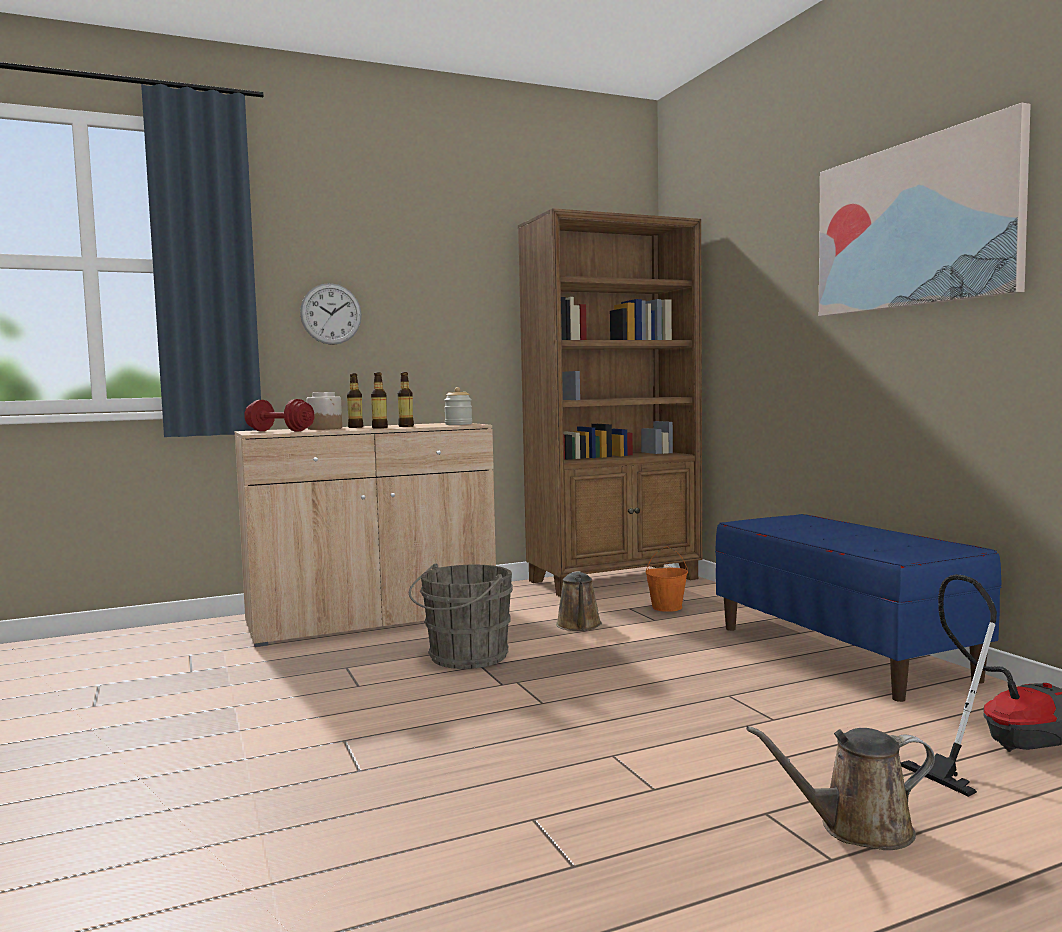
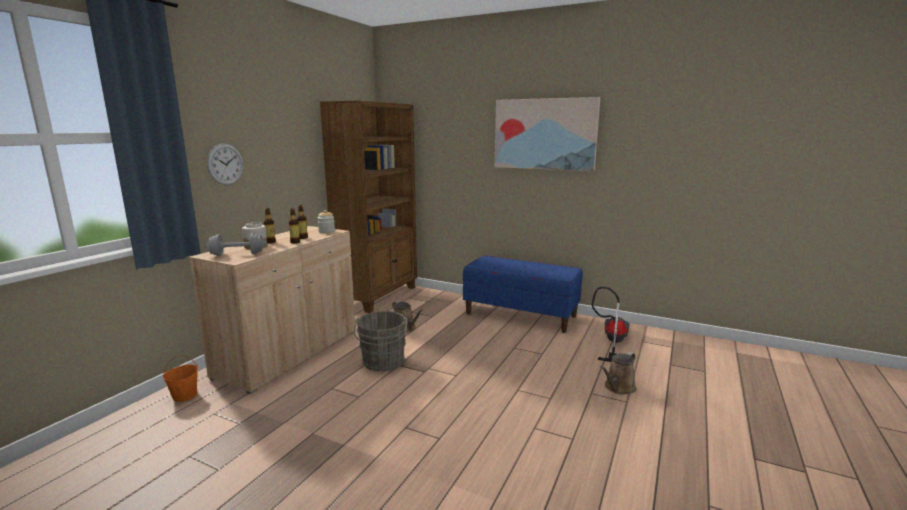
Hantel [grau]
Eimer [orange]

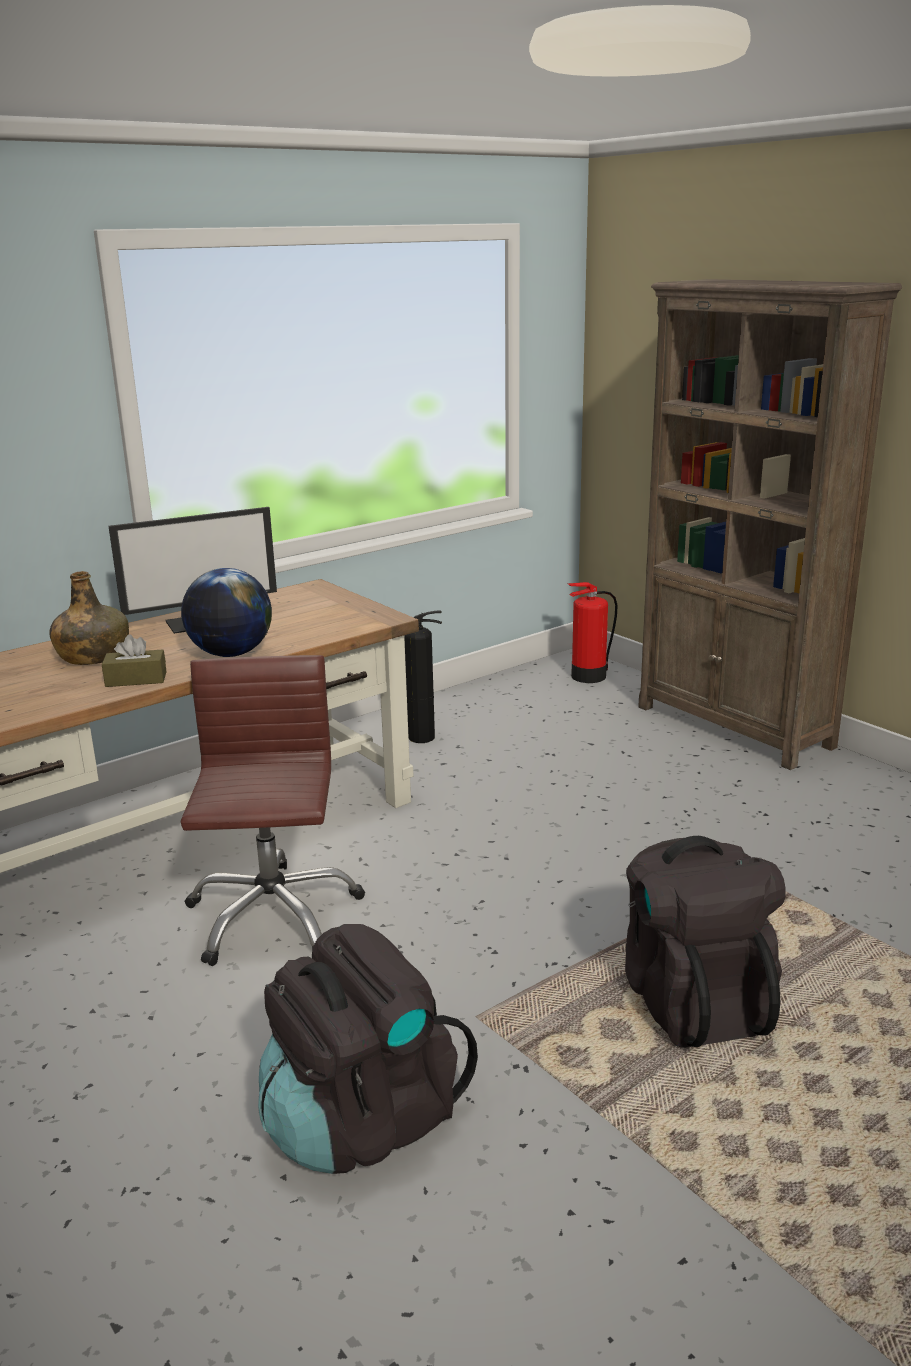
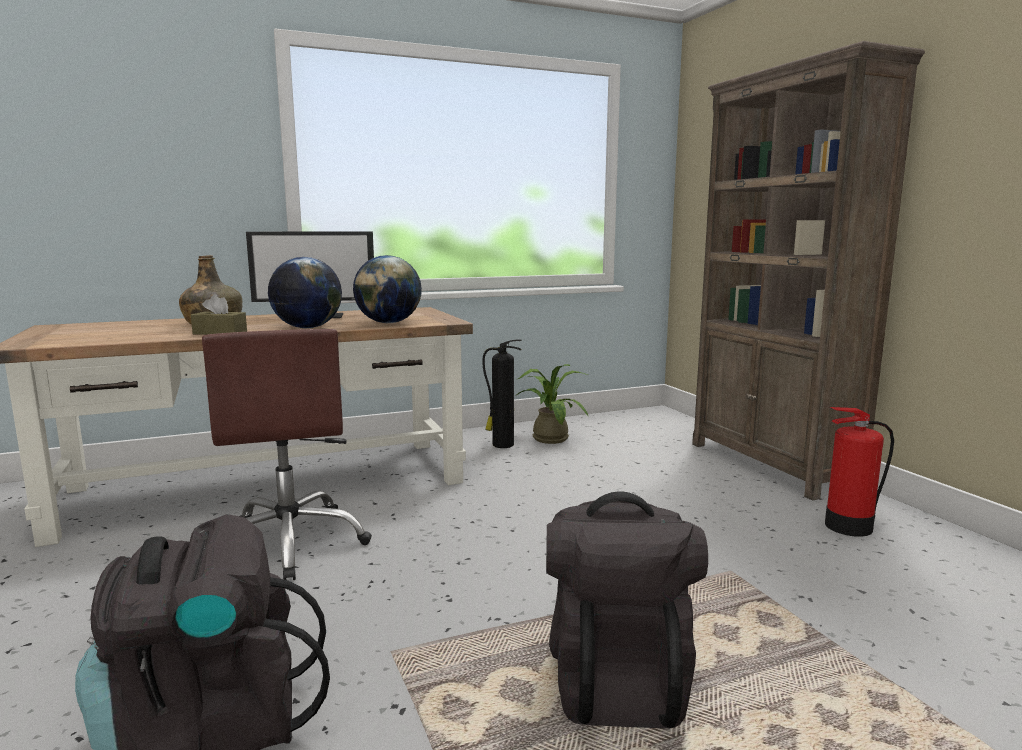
Feuerlöscher (no. 2 from left)
Bürostuhl [braun]
Globus (no. 2 from left)
Topfpflanze

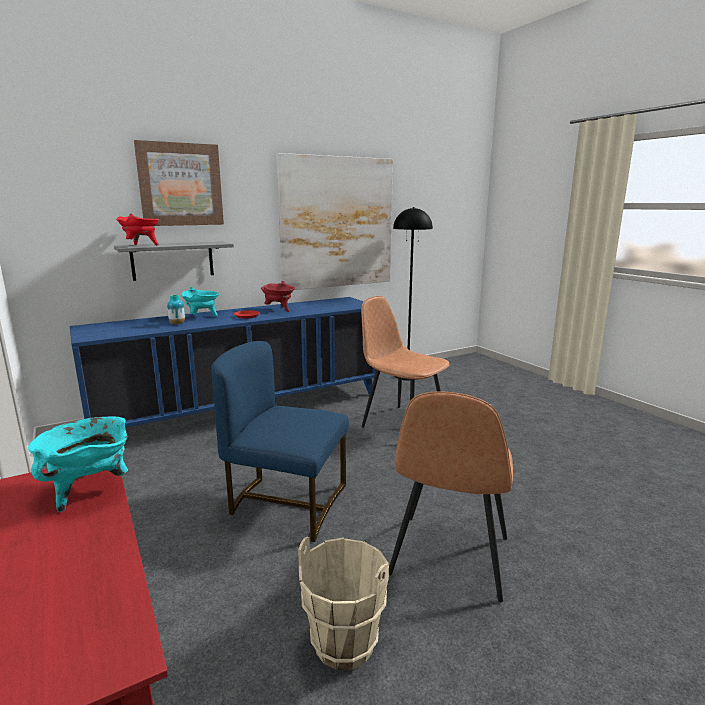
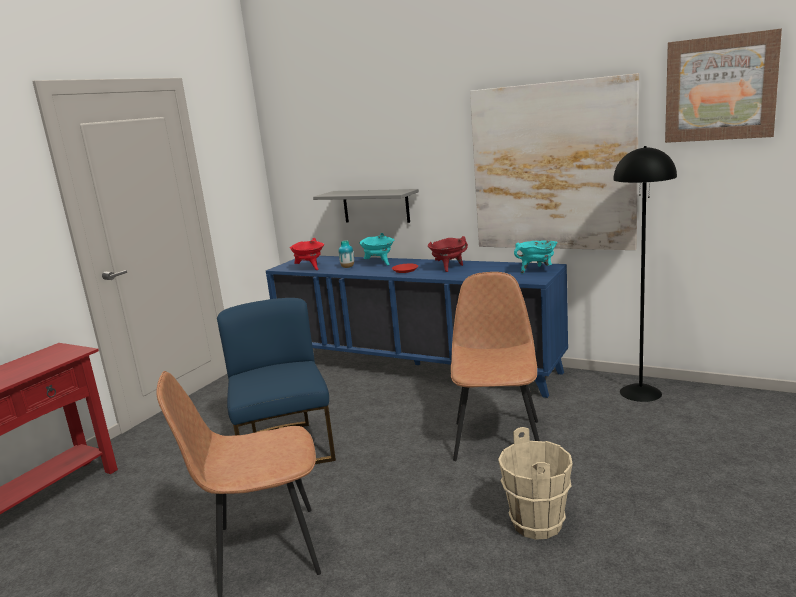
Bild (no. 2 from left)
Kochtopf [rot] (no. 1 from left)
Kochtopf [türkis] (no. 2 from left)
Eimer [beige]

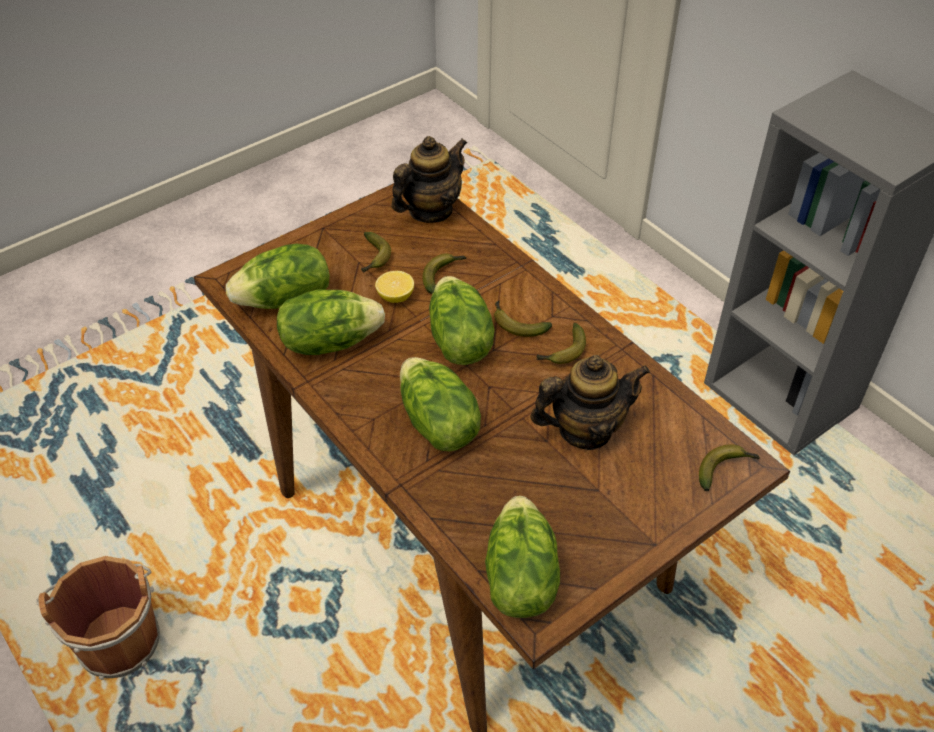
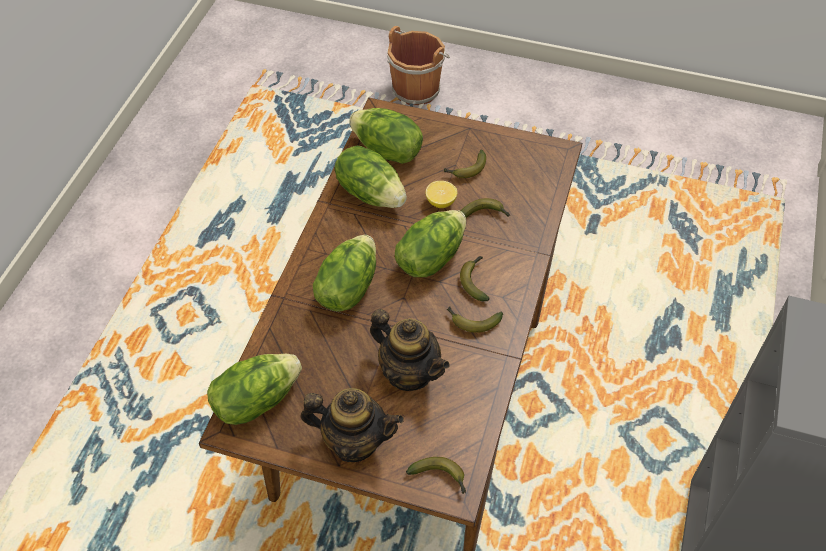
Teekanne (no. 1 from left)
Eimer [braun]

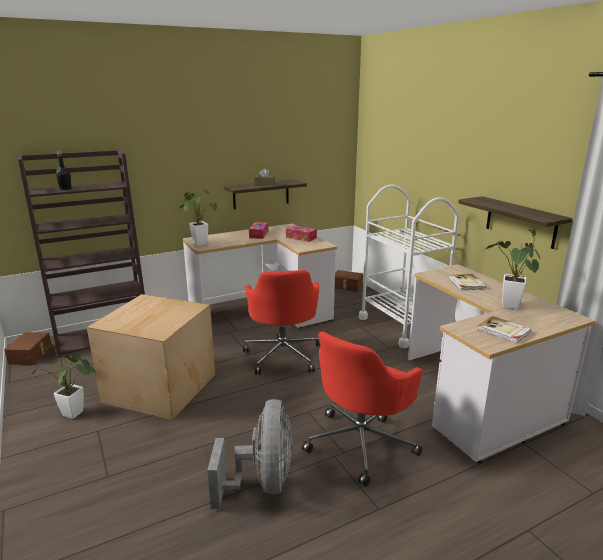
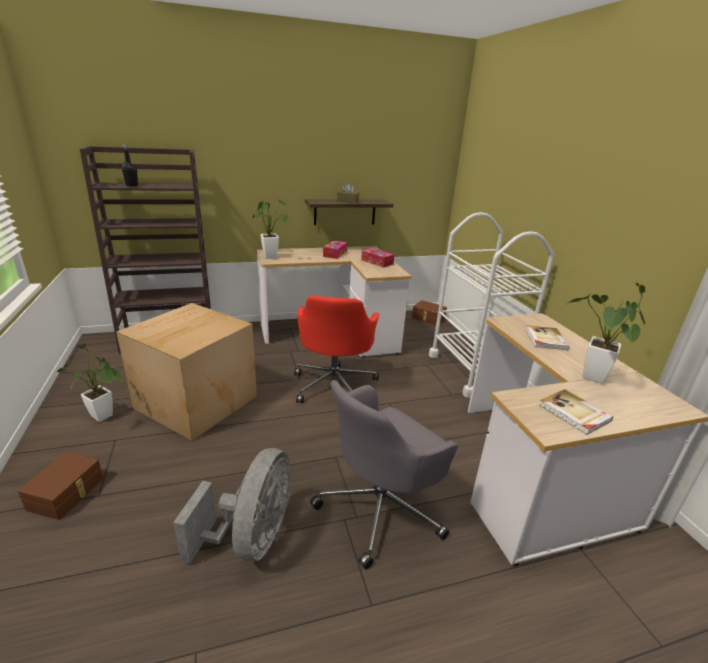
Wandregal (no. 2 from left in the first image)
Aufbewahrungsbox [braun] (no. 1 from left)
Bürostuhl [grau]

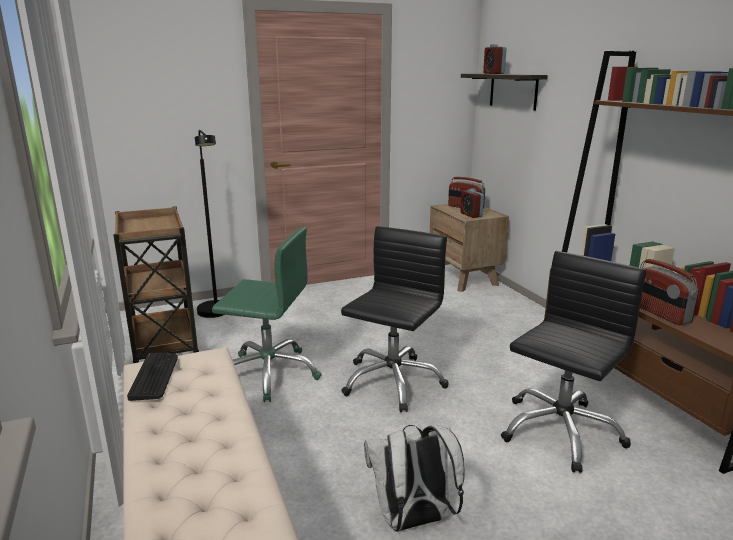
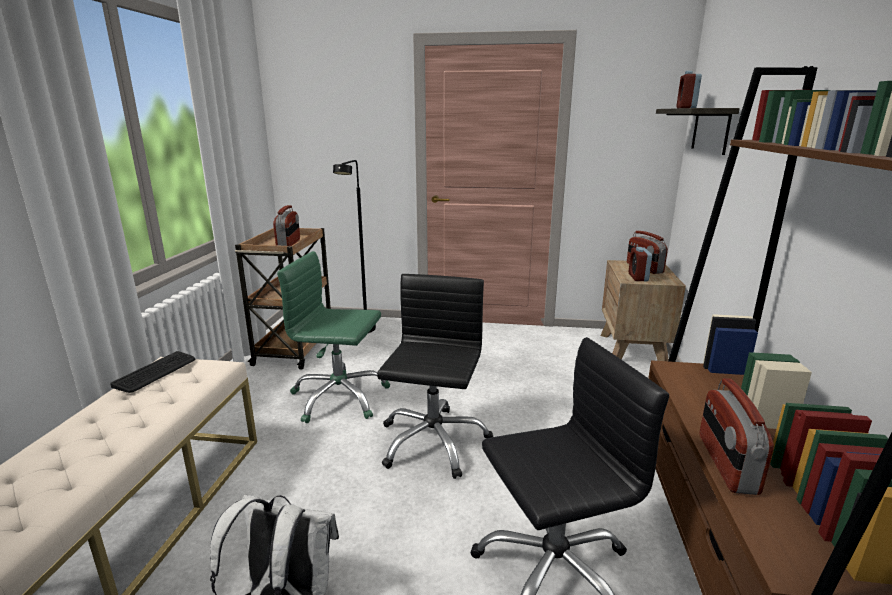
Bürostuhl [schwarz] (no. 1 from left)
Bürostuhl [grün]
Radio (no. 1 from left)

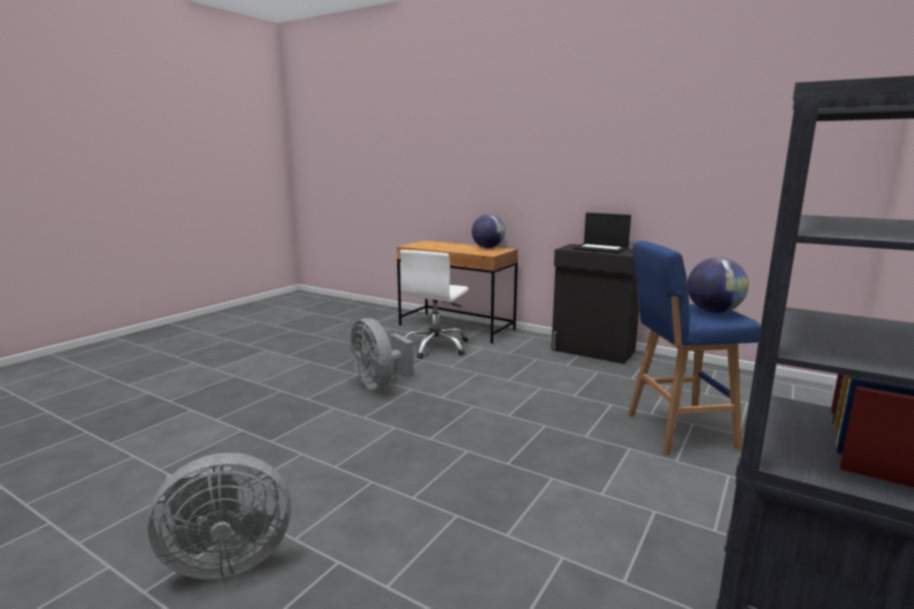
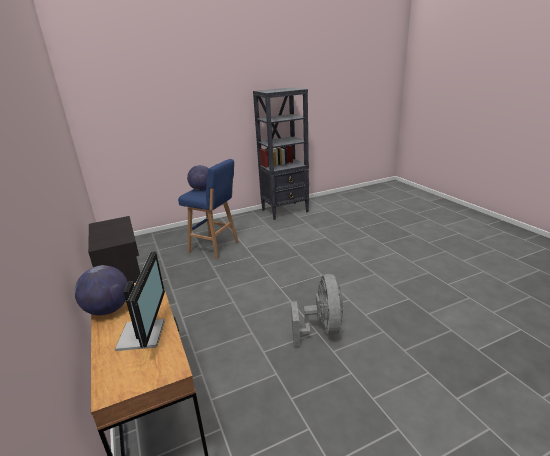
Laptop
Bürostuhl [weiß]
Ventilator [grau] (no. 1 from left in the first image)
Monitor

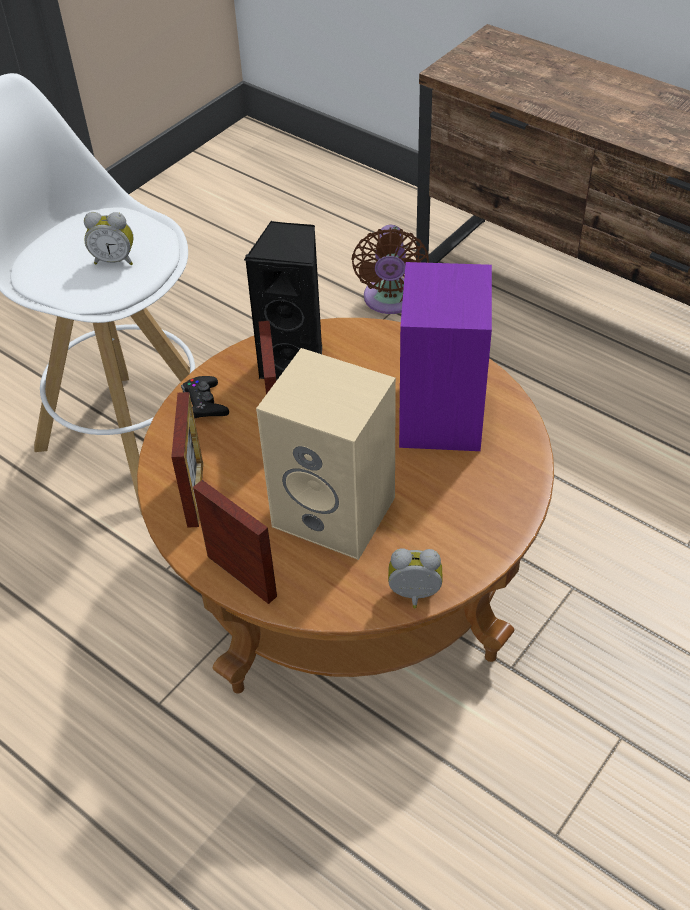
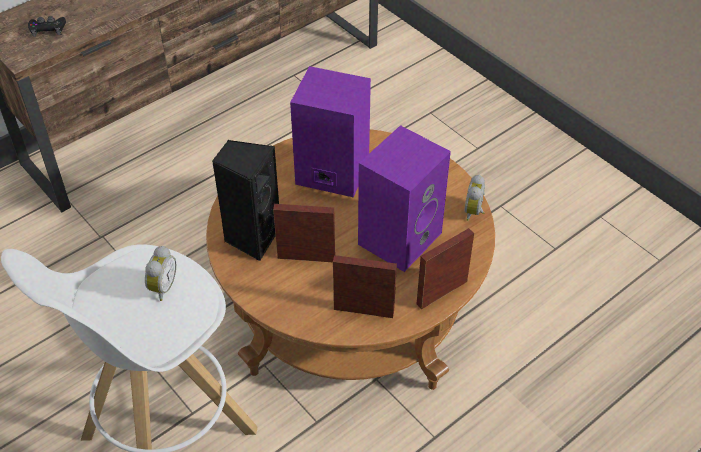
Ventilator [braun]
Lautsprecher [lila] (no. 2 from left)
Gamepad [schwarz]

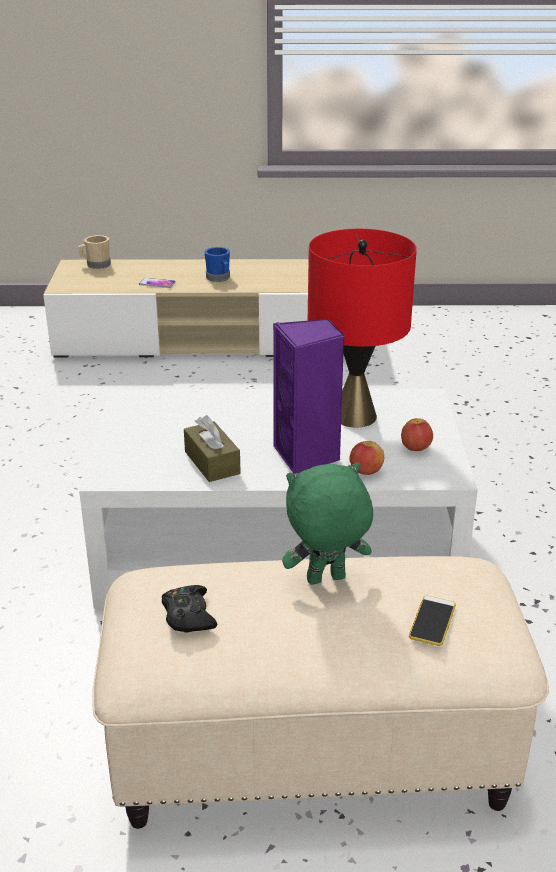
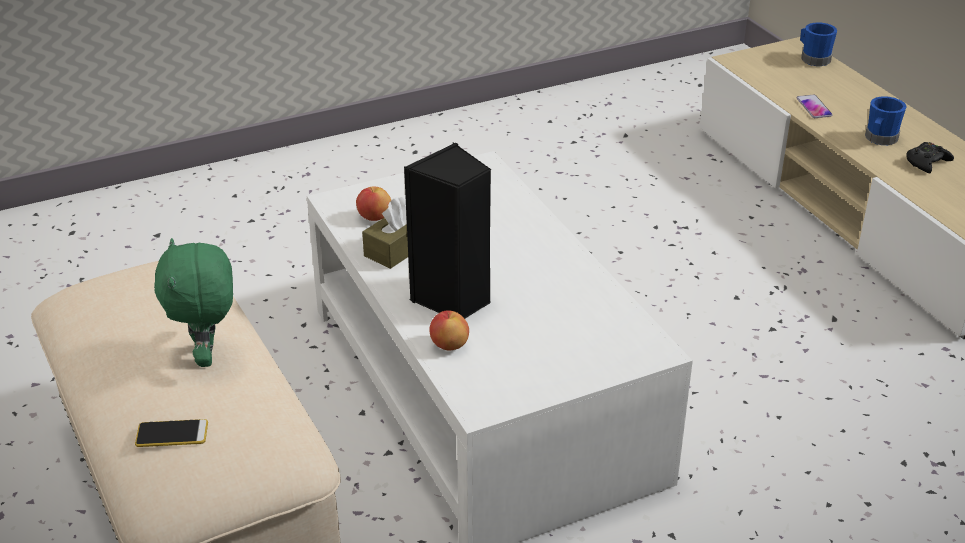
Tischlampe [rot]
Henkelbecher [blau] (no. 1 from left)
Lautsprecher [schwarz]
Apfel (no. 1 from left)
Plüschtier [grün]
Gamepad [schwarz]

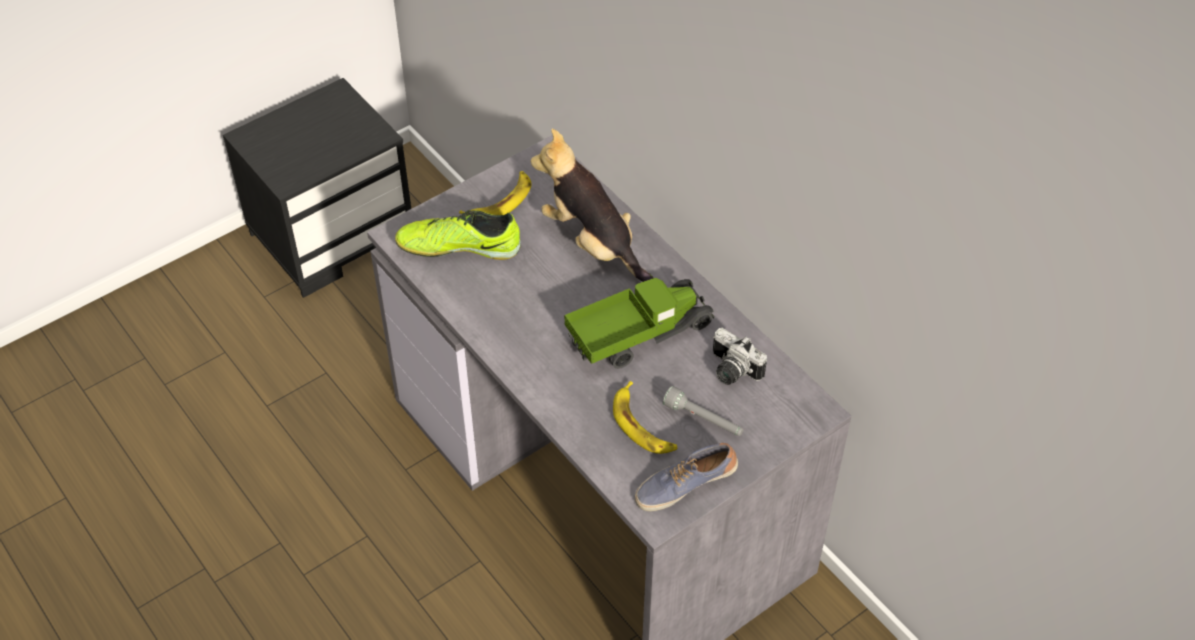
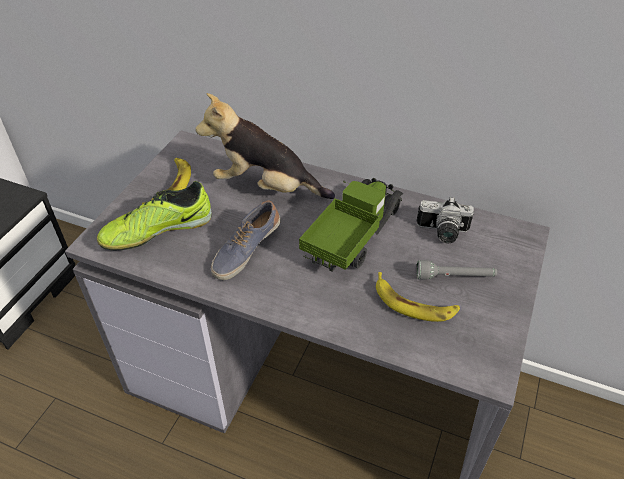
Schuh (no. 2 from left)

